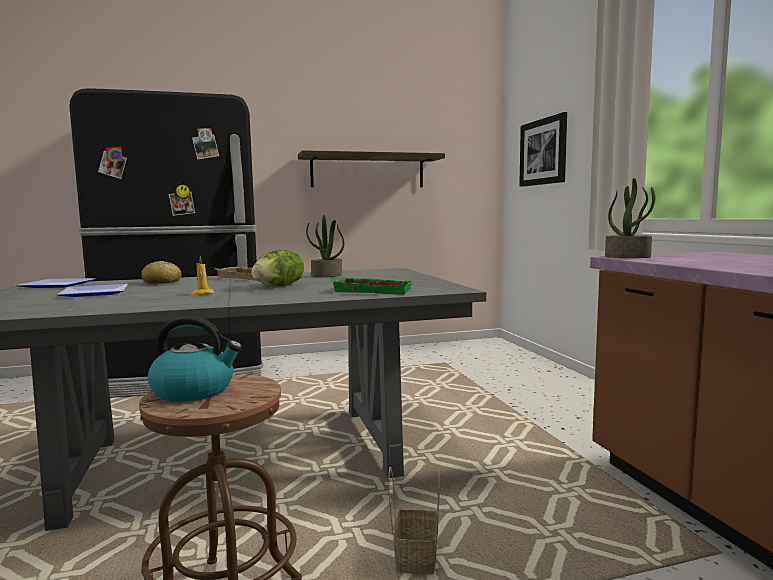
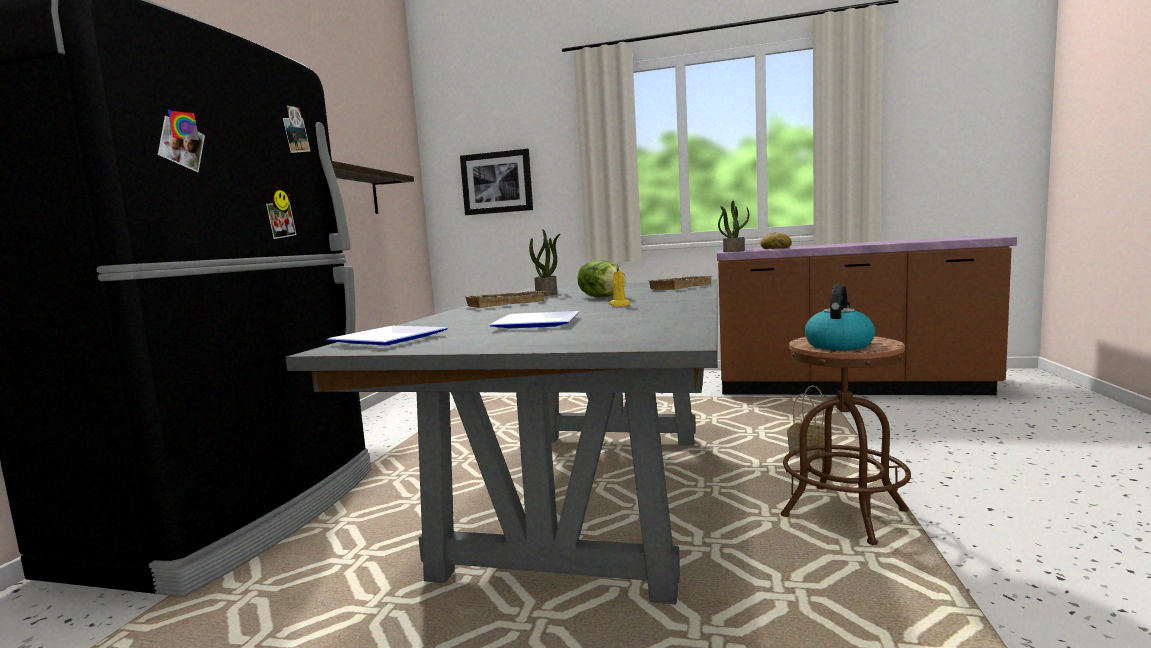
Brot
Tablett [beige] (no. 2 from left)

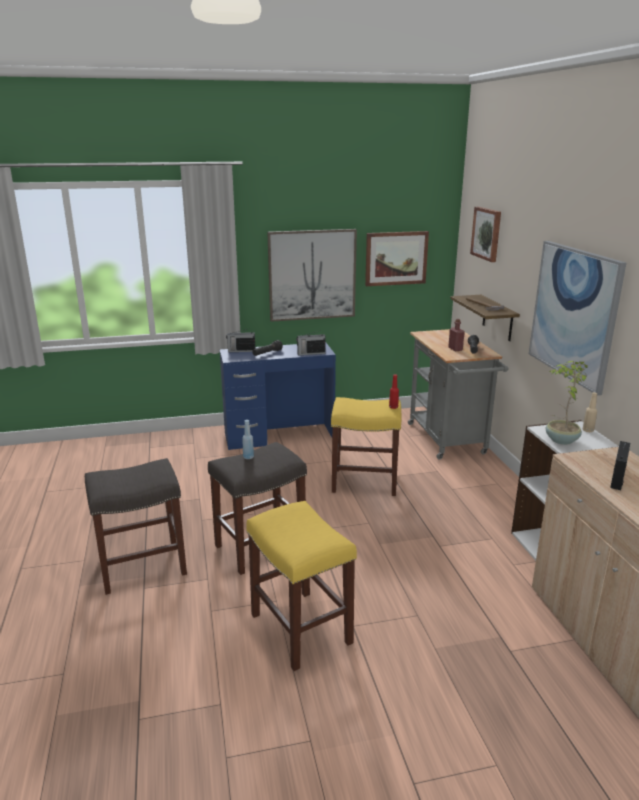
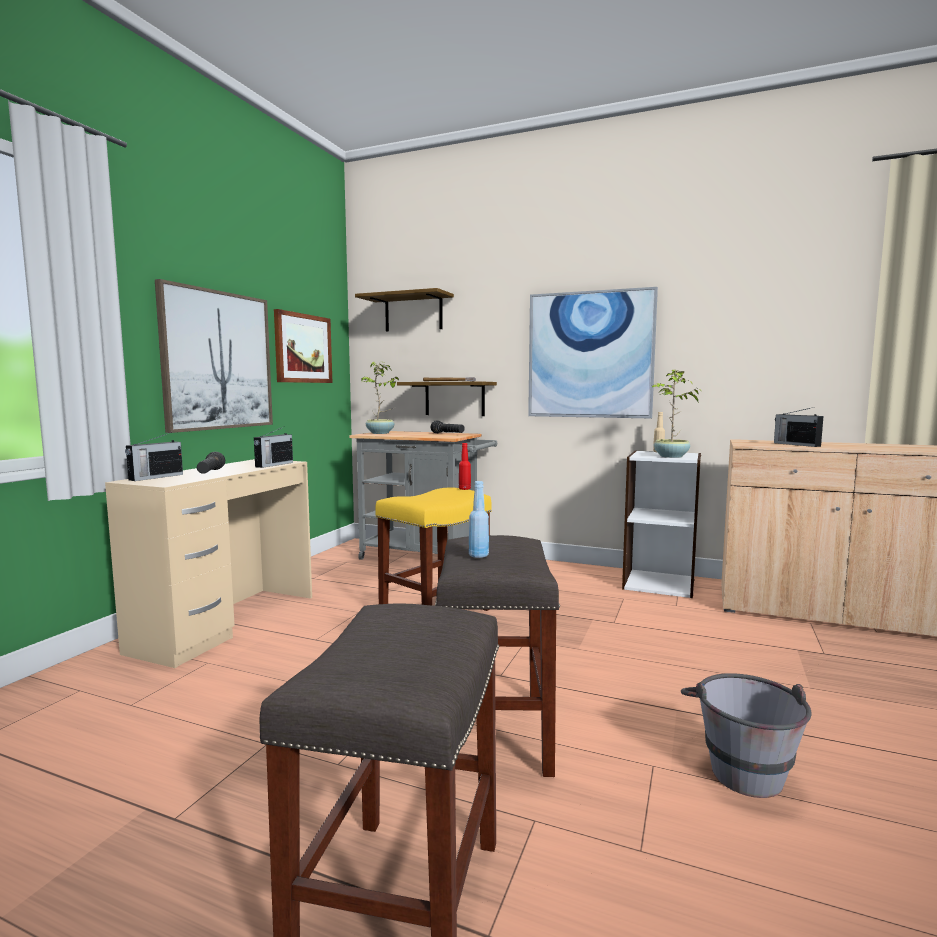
Wandregal (no. 1 from left)
Flasche [rot] (no. 2 from left in the first image)
Schreibtisch [beige]
Eimer [grau]
Topfpflanze (no. 1 from left)

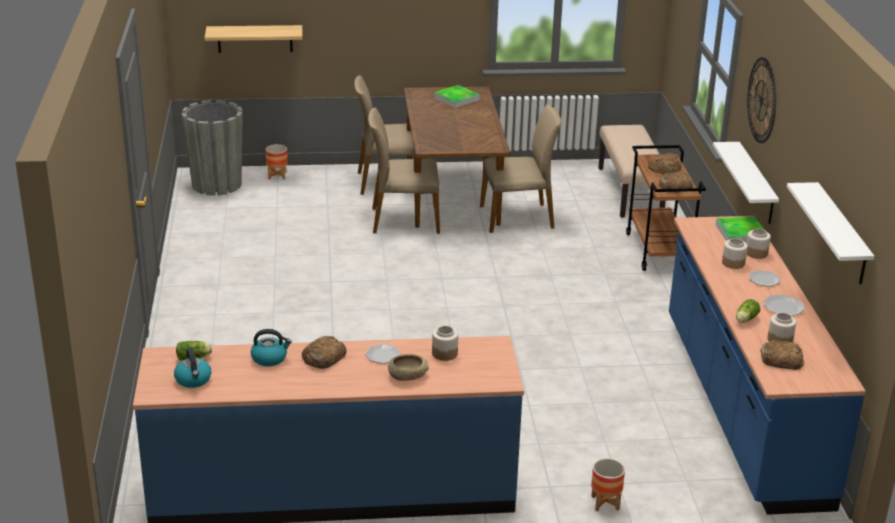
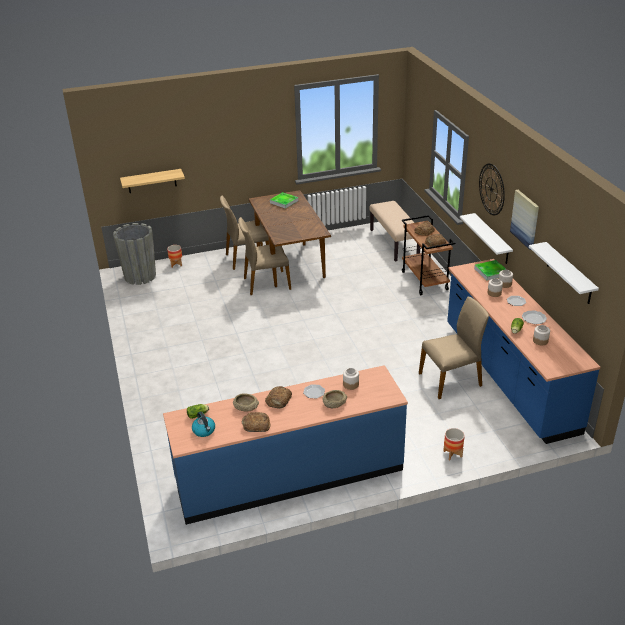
Stuhl [beige] (no. 3 from left)
Schüssel [beige] (no. 1 from left)
Brot (no. 1 from left)
Bild

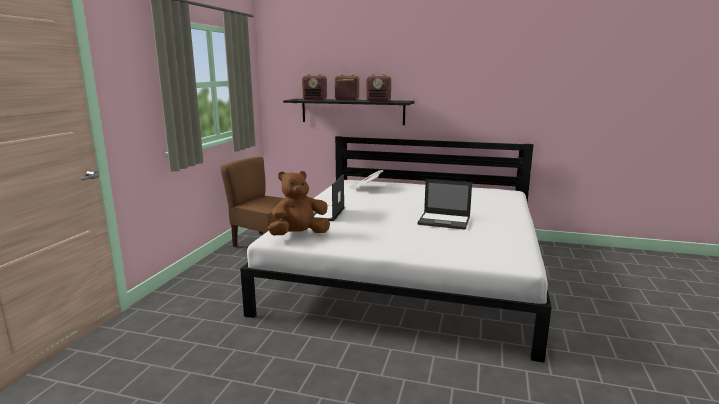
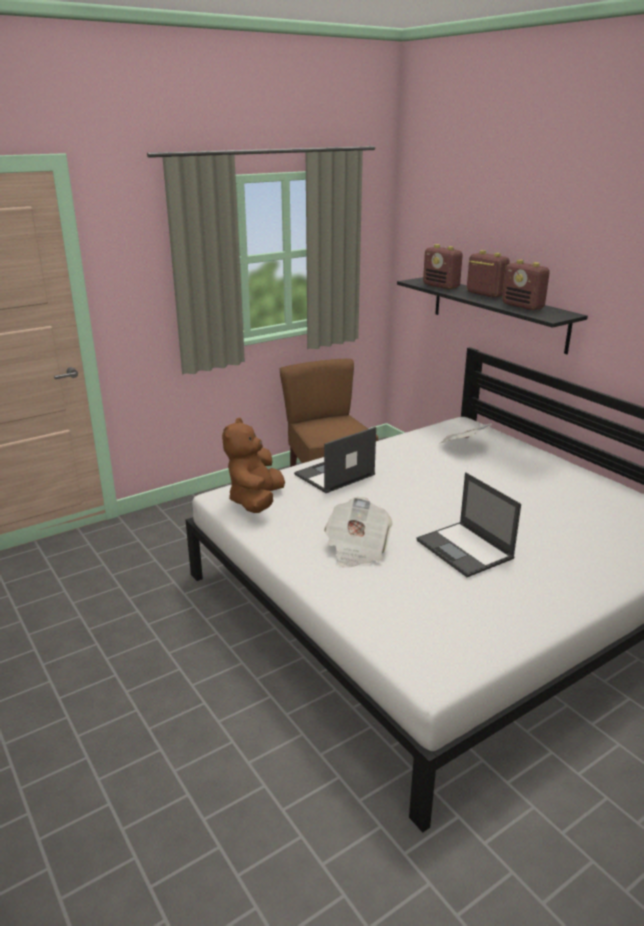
Plüschtier [braun]
Zeitung (no. 1 from left)

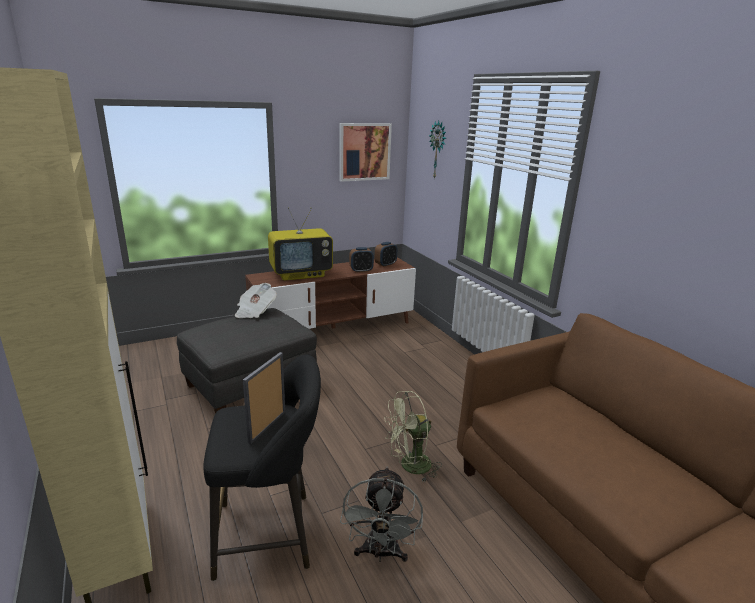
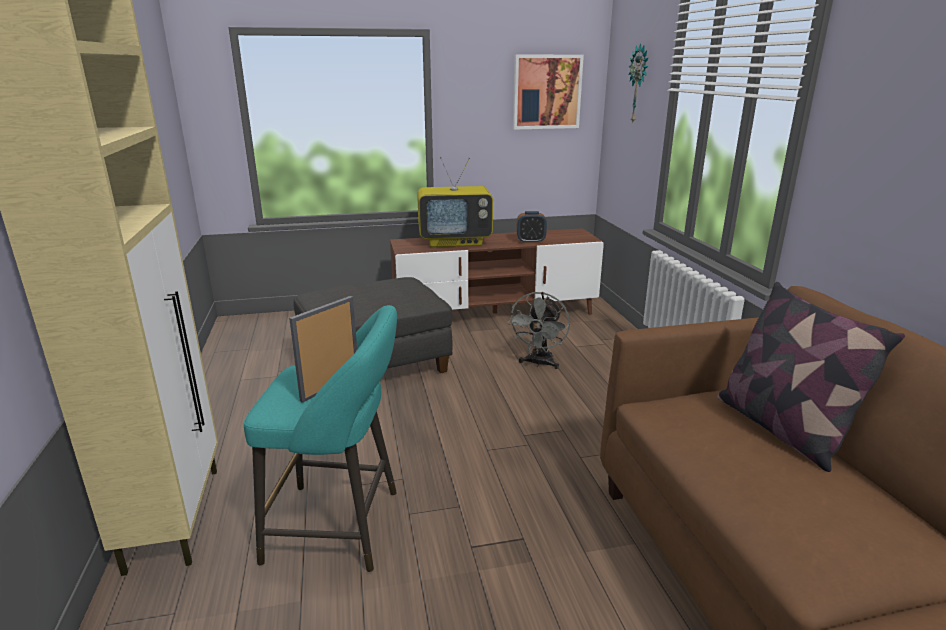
Wecker (no. 2 from left in the first image)
Zeitung
Hocker [türkis]
Ventilator [grün]
Ventilator [grau]
Kissen

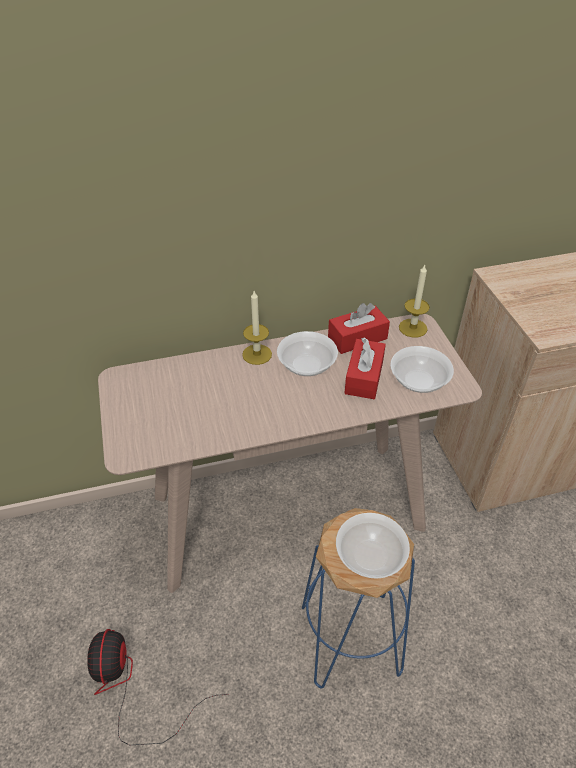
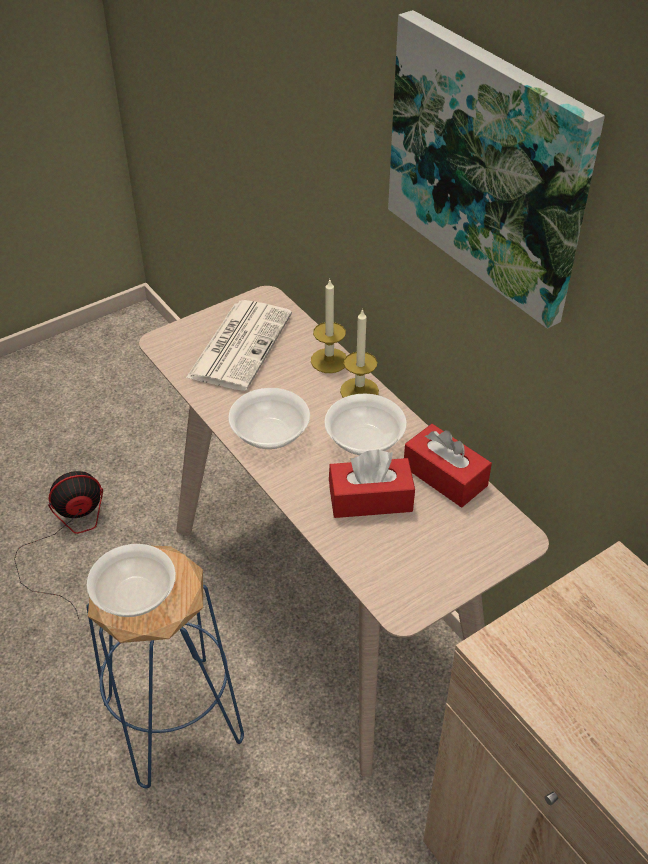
Kerze (no. 1 from left)
Schüssel (no. 2 from left)
Bild
Zeitung

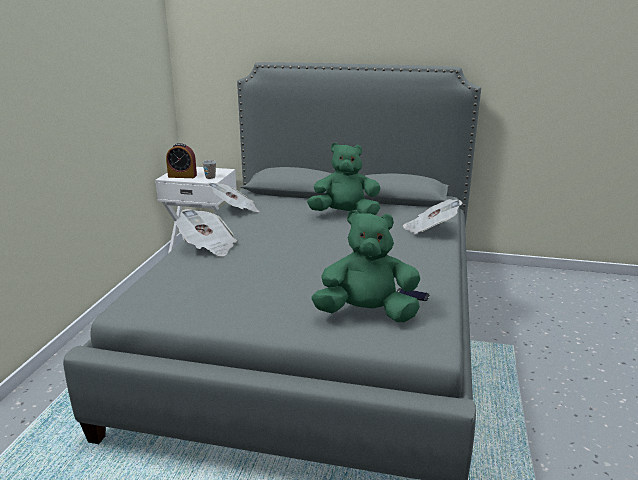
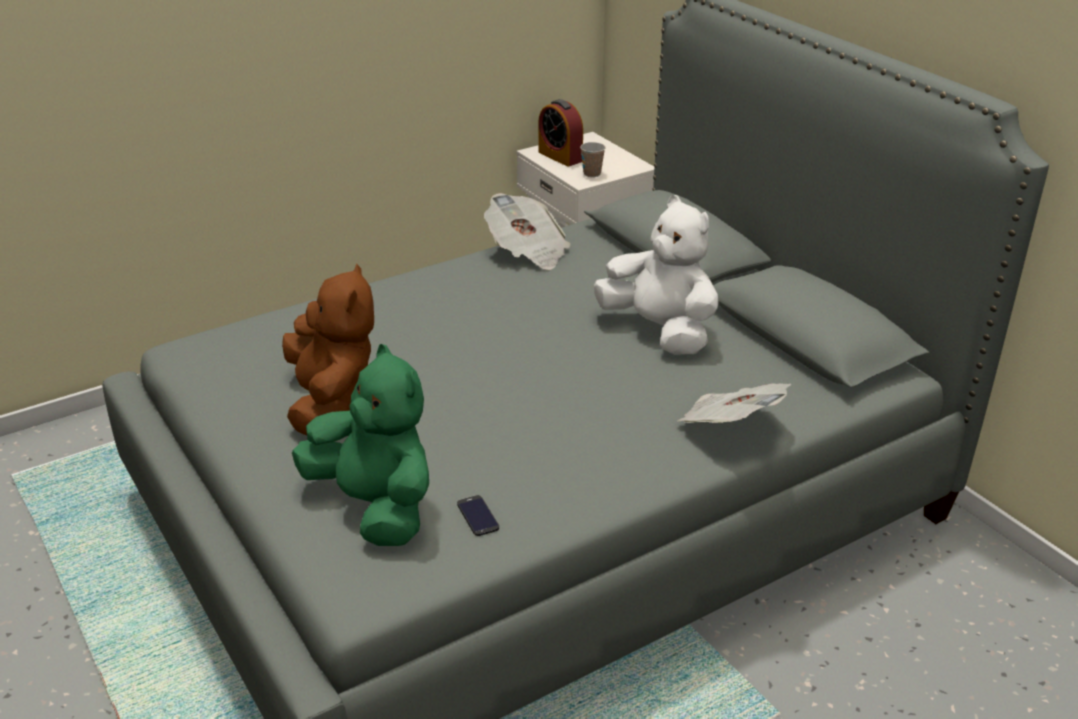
Plüschtier [weiß]
Zeitung (no. 1 from left in the first image)
Plüschtier [braun]

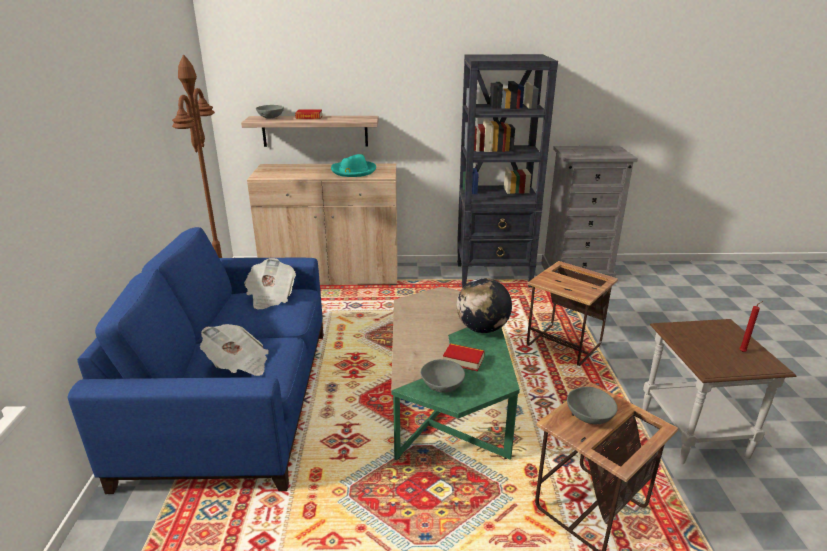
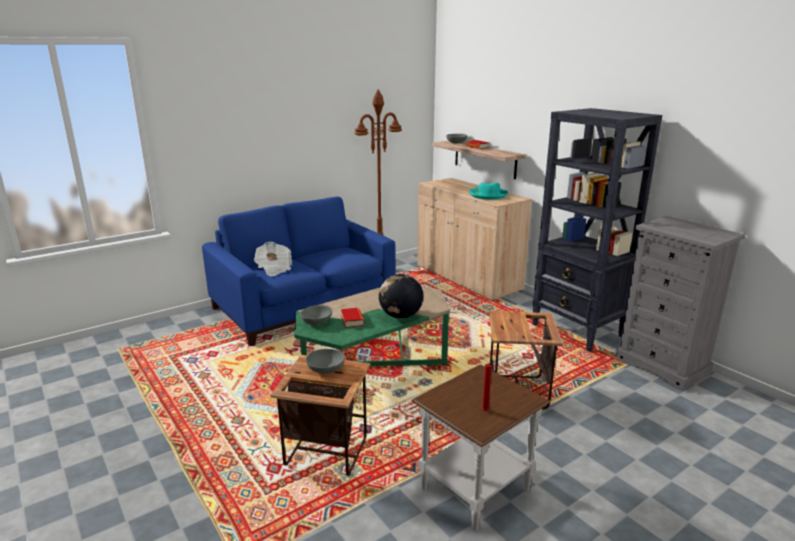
Zeitung (no. 2 from left in the first image)

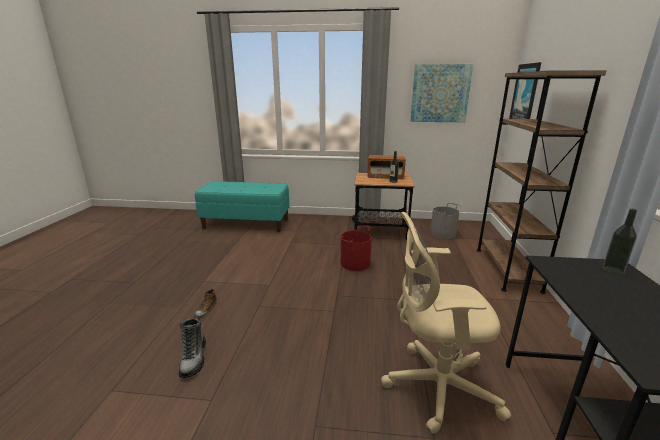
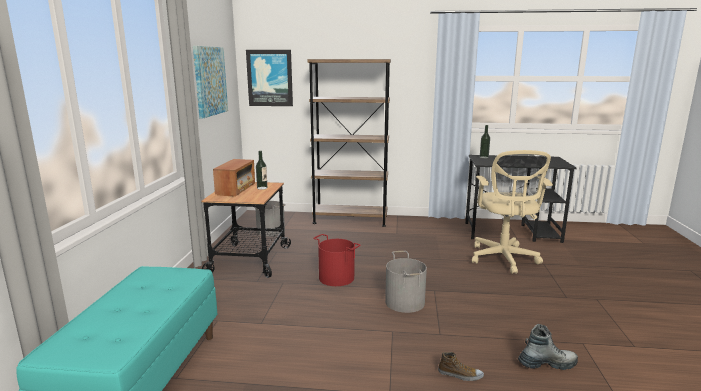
Eimer [grau] (no. 2 from left)

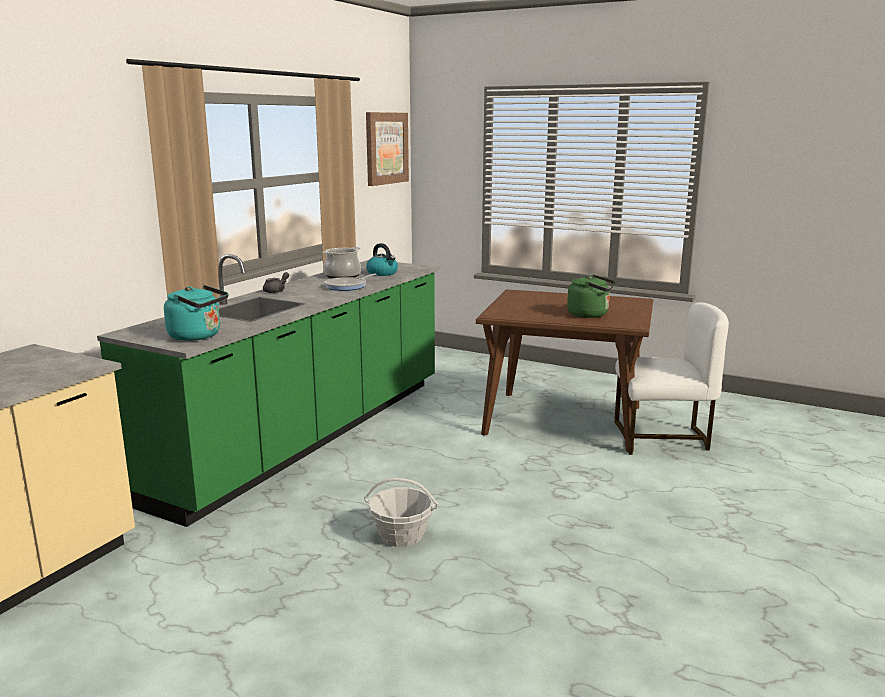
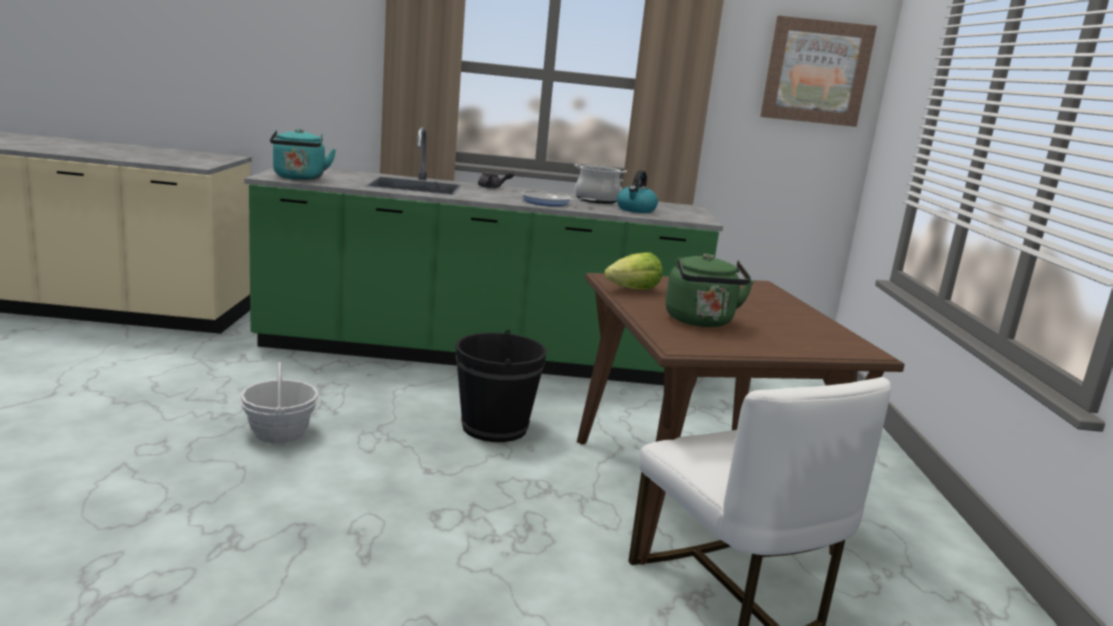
Salatkopf
Eimer [schwarz]

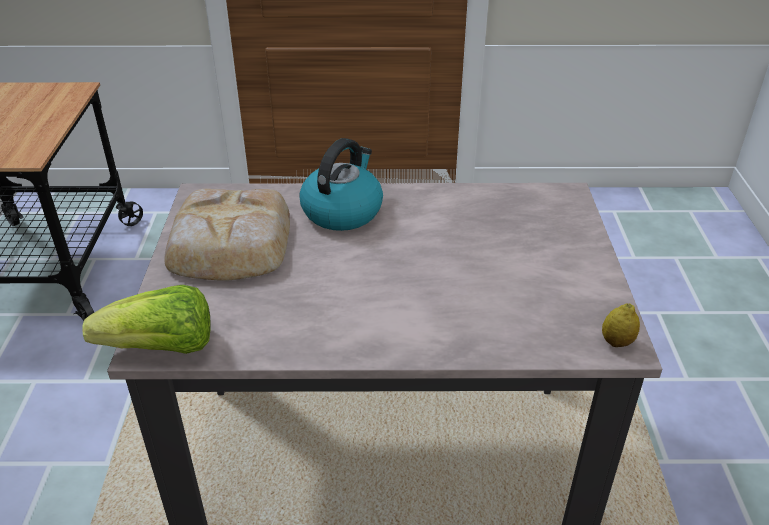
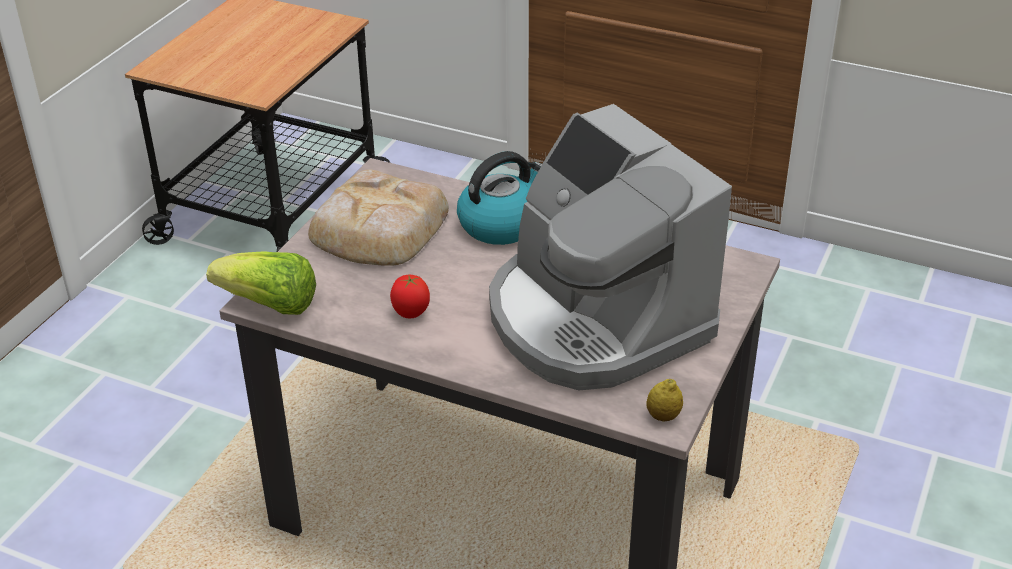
Kaffeemaschine
Tomate

